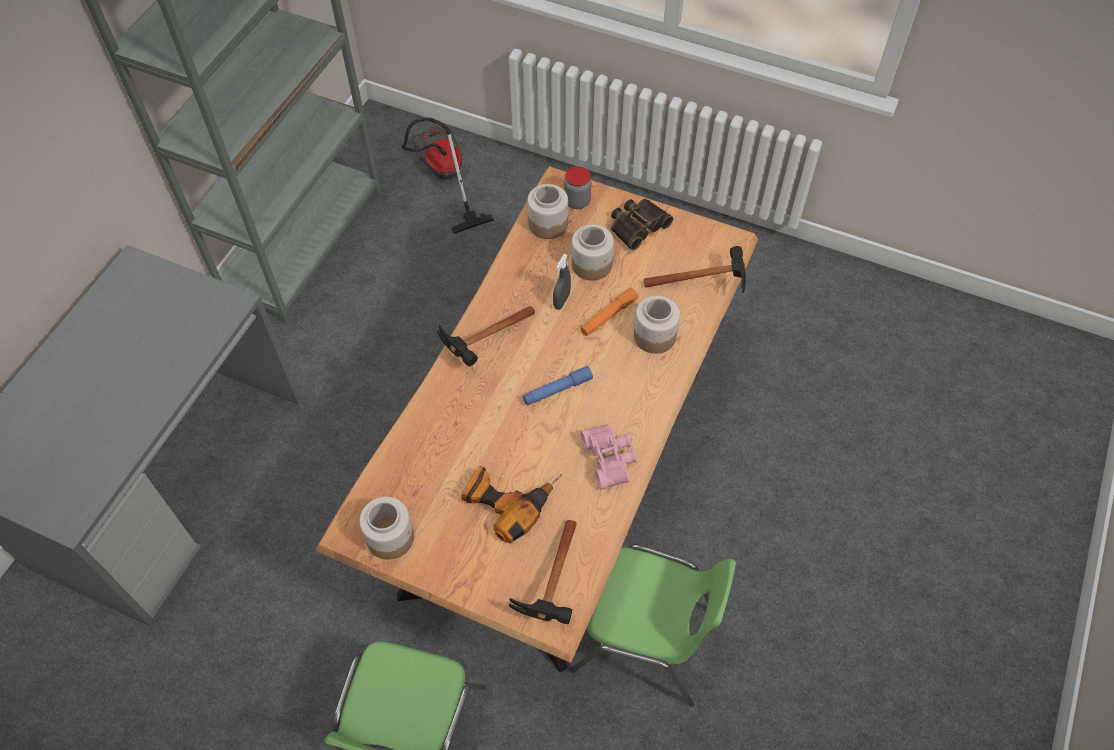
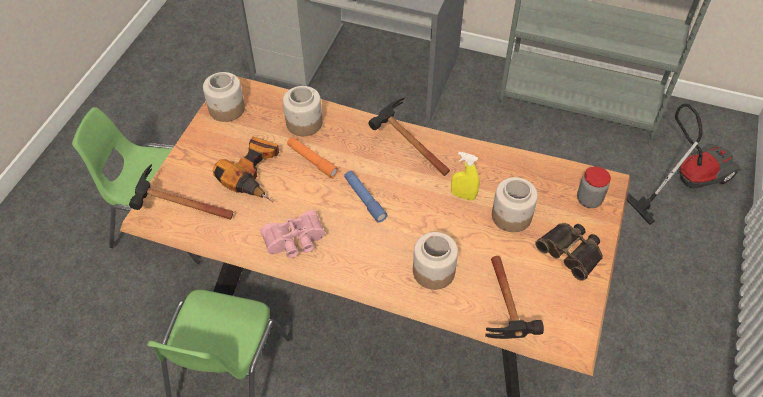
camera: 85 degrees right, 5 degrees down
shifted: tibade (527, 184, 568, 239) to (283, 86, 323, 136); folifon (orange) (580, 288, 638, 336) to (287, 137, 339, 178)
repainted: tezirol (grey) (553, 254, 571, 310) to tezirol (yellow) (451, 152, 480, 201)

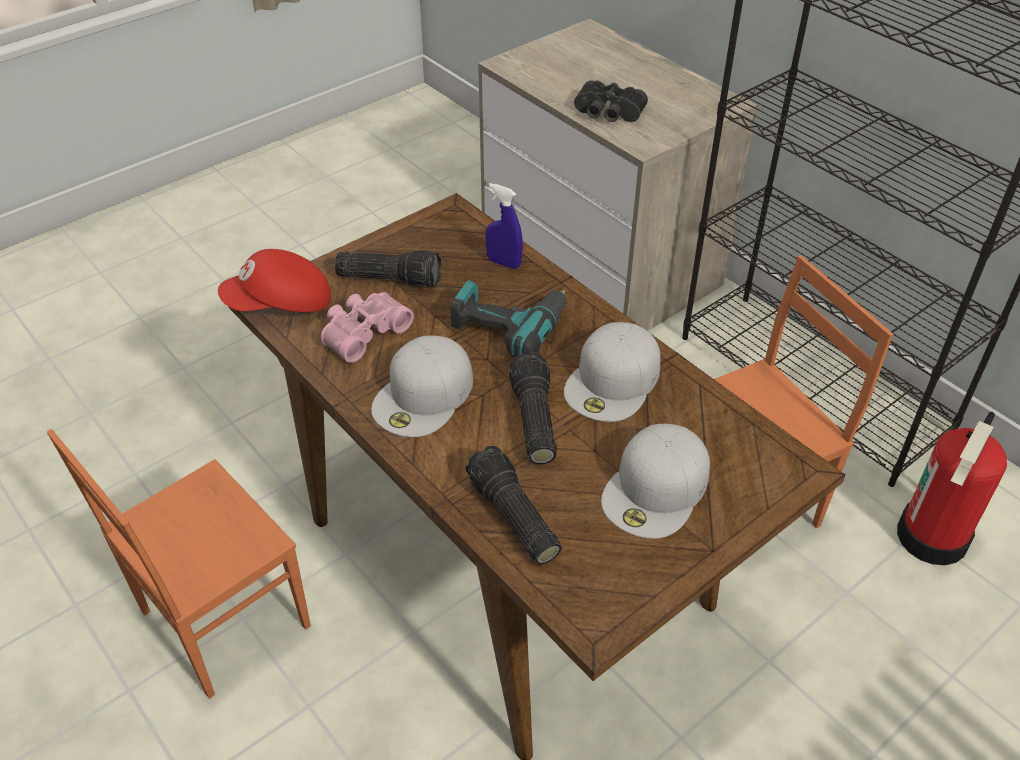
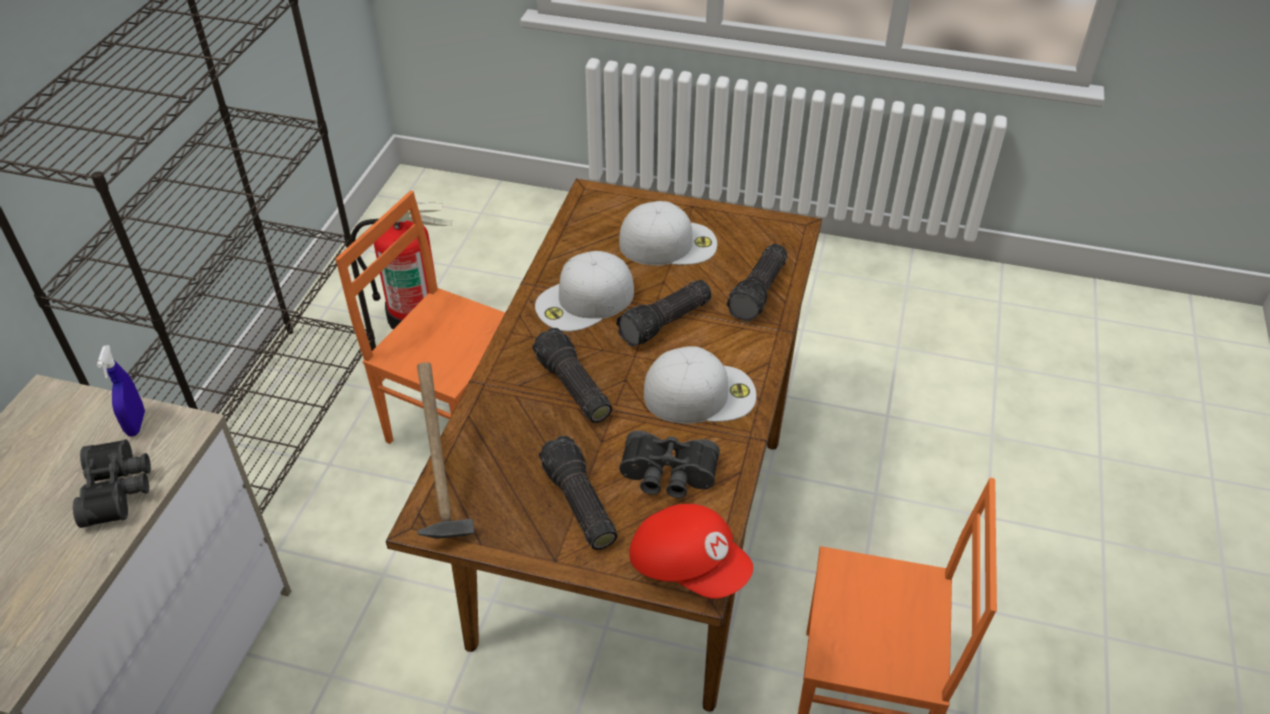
camera: 125 degrees left, 0 degrees up
new: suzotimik (417, 363, 475, 539)
shifted: tezirol (blue) (485, 183, 523, 269) to (97, 345, 145, 436)
swapped: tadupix (450, 280, 567, 358) to folifon (532, 328, 612, 423)
repainted: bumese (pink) (321, 292, 414, 363) to bumese (black) (619, 430, 720, 498)
rotated: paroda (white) (564, 322, 660, 422) = (535, 251, 634, 332) 150 degrees clockwise

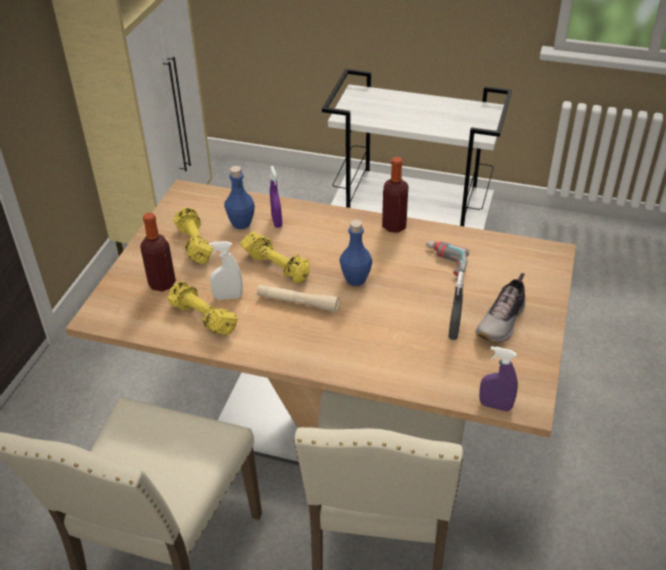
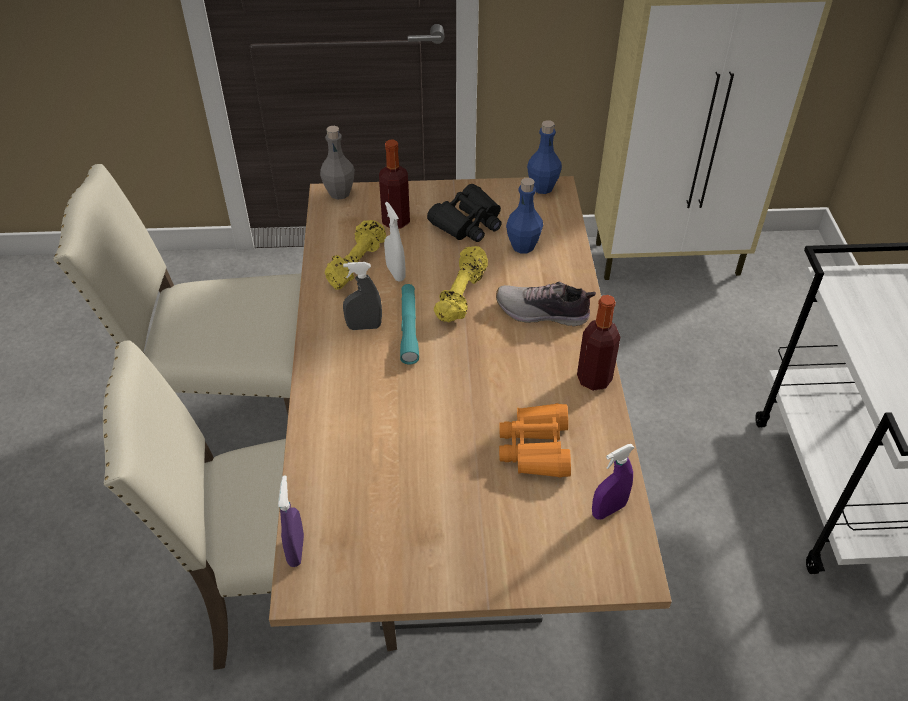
camera: 70 degrees right, 5 degrees up
new: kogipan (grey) (320, 126, 355, 200)
shifted: tezirol (purple) (270, 166, 282, 228) to (592, 444, 635, 520); kogipan (blue) (339, 220, 372, 286) to (527, 120, 562, 194); tezirol (grey) (448, 271, 463, 340) to (343, 262, 382, 330); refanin (476, 273, 525, 343) to (496, 282, 596, 327)
swapped: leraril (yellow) (173, 208, 213, 264) to bumese (black) (427, 184, 502, 242); tadupix (426, 241, 469, 285) to bumese (orange) (499, 403, 571, 478)
repainted: folifon (beige) (257, 284, 339, 312) to folifon (turquoise) (400, 284, 419, 364)

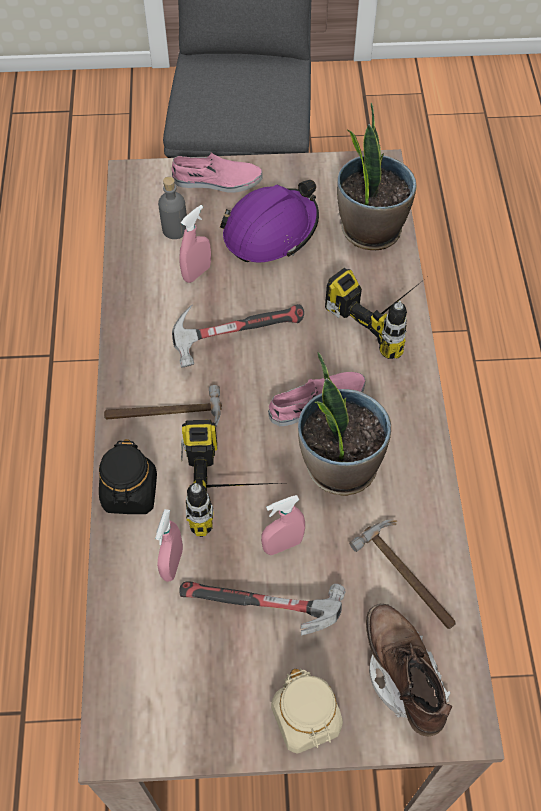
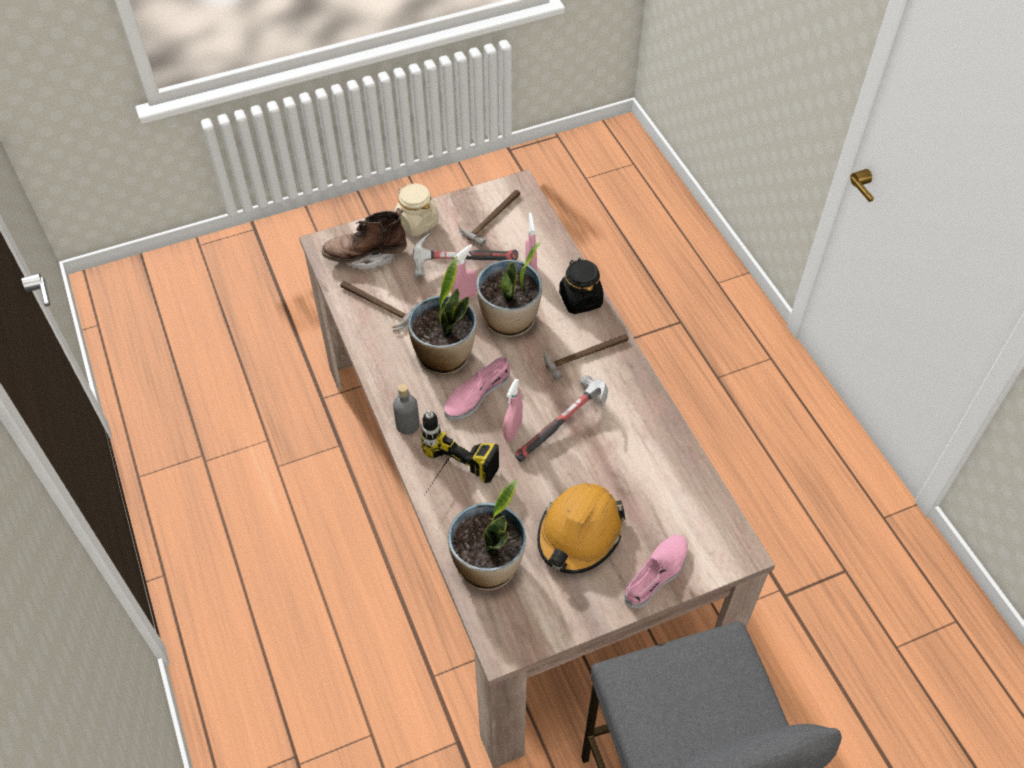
camera: 160 degrees right, 5 degrees down
new: suzotimik (458, 190, 520, 247)
shifted: kogipan (grey) (158, 177, 187, 239) to (393, 383, 420, 435); tezirol (pink) (179, 205, 211, 283) to (503, 379, 523, 441)
swapped: tadupix (181, 420, 280, 537) to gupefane (476, 243, 542, 337)
repainted: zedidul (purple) (220, 180, 319, 262) to zedidul (orange) (537, 483, 625, 574)
rotated: refanin (pink) (172, 152, 263, 193) = (624, 535, 688, 608) 150 degrees clockwise; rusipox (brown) (366, 604, 452, 737) = (322, 208, 407, 269) 120 degrees clockwise

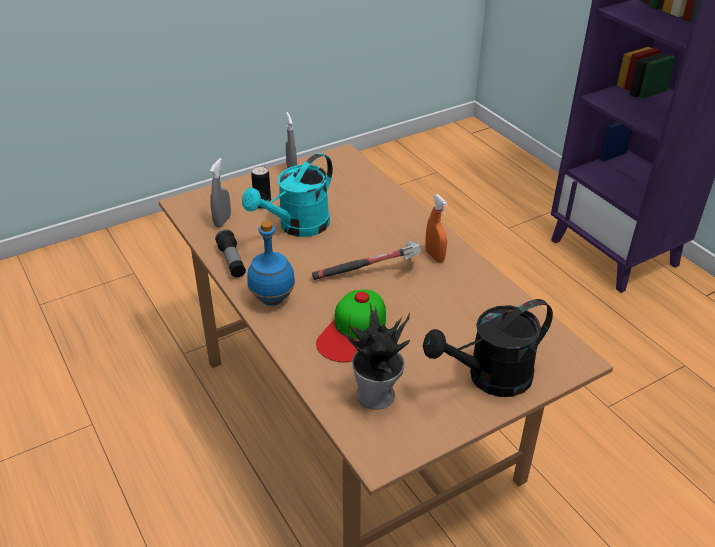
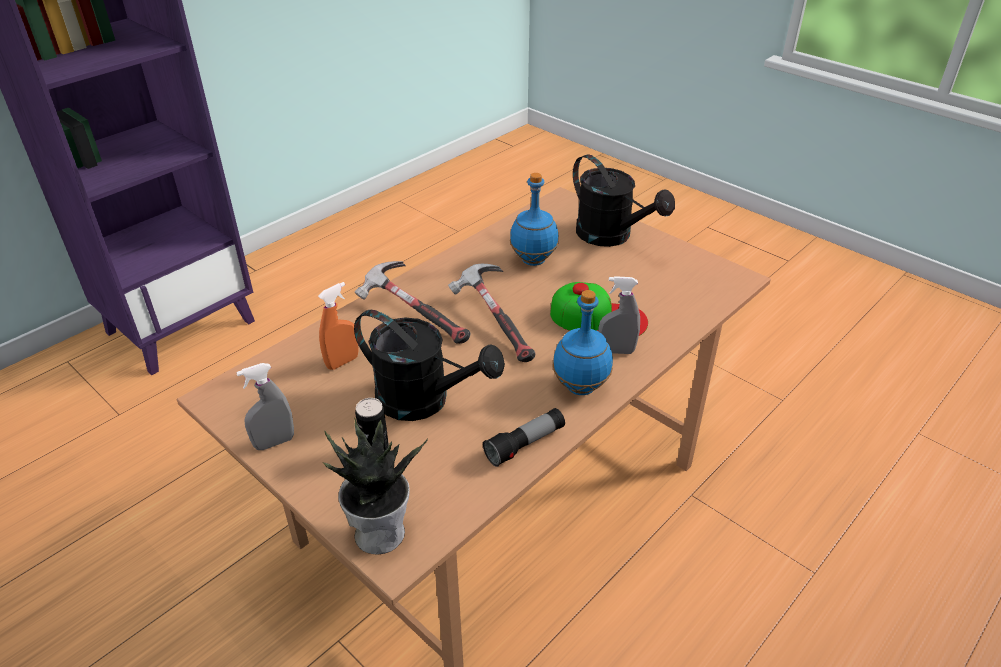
camera: 105 degrees left, 0 degrees up
new: kogipan (blue) (510, 173, 559, 266); suzotimik (355, 261, 470, 344)
shifted: tezirol (grey) (210, 158, 231, 228) to (598, 276, 640, 354); tezirol (orange) (425, 194, 447, 263) to (318, 282, 358, 370); gupefane (337, 302, 410, 409) to (322, 418, 428, 555)
repainted: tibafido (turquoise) (242, 153, 333, 237) to tibafido (black) (354, 310, 505, 421)

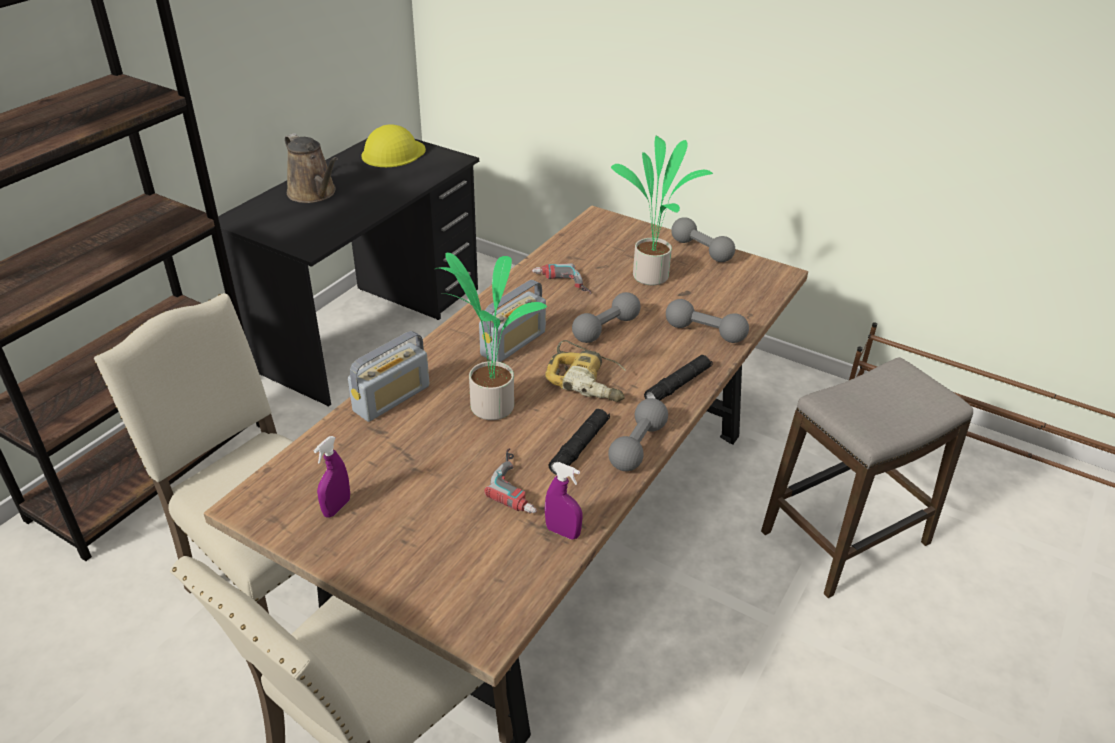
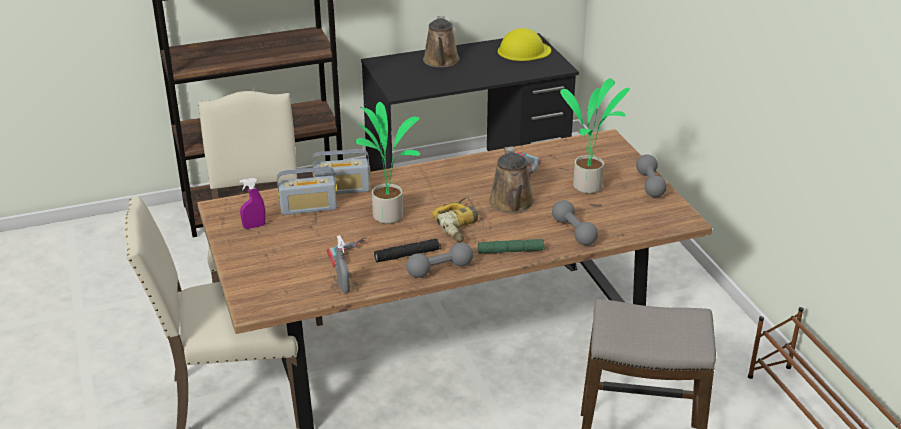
camera: 40 degrees right, 5 degrees down
shifted: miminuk (479, 280, 546, 362) to (277, 166, 337, 215)
swapped: leraril (grey) (572, 292, 641, 343) to tibafido (brown) (489, 146, 534, 213)
repainted: folifon (black) (644, 355, 713, 400) to folifon (green) (478, 239, 545, 254); tezirol (purple) (545, 462, 583, 540) to tezirol (grey) (336, 235, 350, 293)

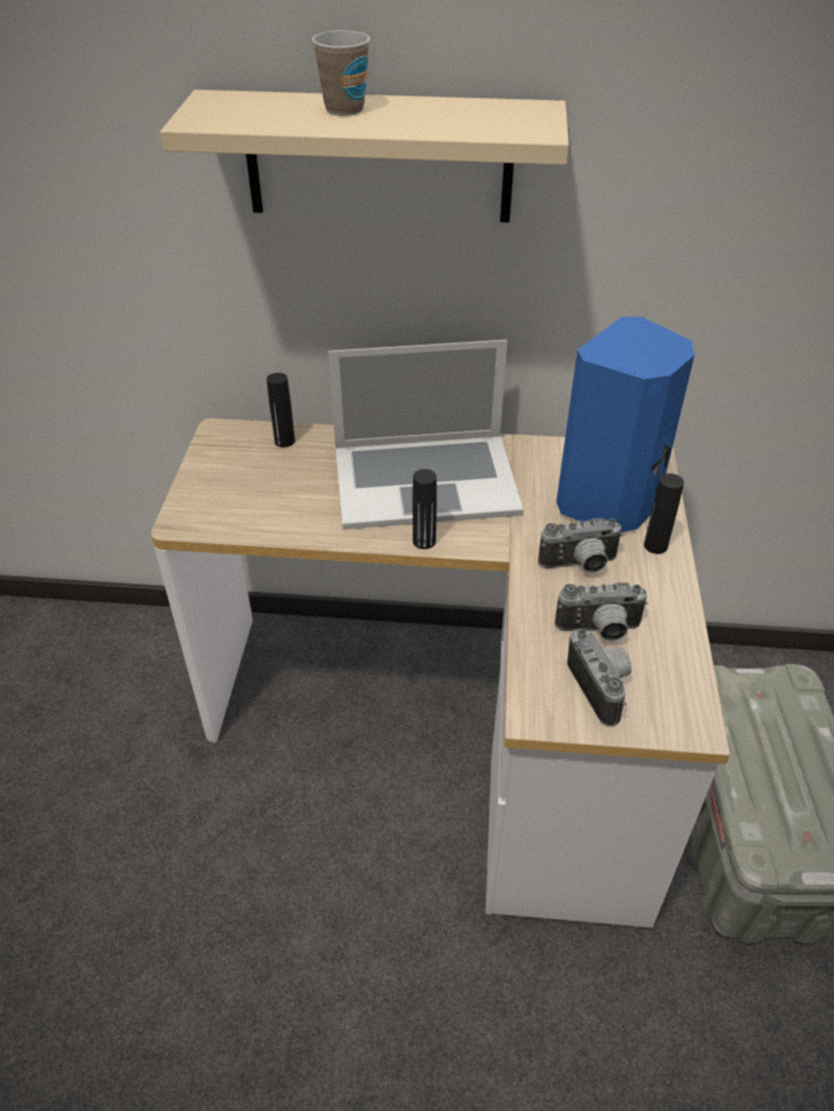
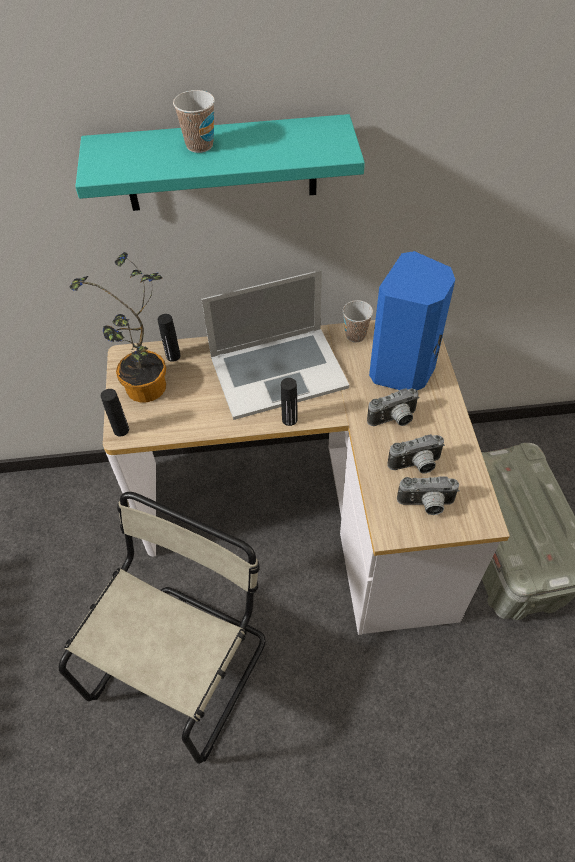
camera: 10 degrees left, 10 degrees up
new: gupefane (69, 252, 166, 402); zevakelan (343, 300, 373, 342); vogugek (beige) (59, 492, 266, 764)
shifted: kogipan (black) (644, 473, 684, 554) to (101, 389, 129, 436)
repainted: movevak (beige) (160, 90, 569, 223) to movevak (turquoise) (75, 114, 365, 211)
rotated: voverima (567, 629, 632, 726) = (397, 476, 460, 515) 120 degrees clockwise

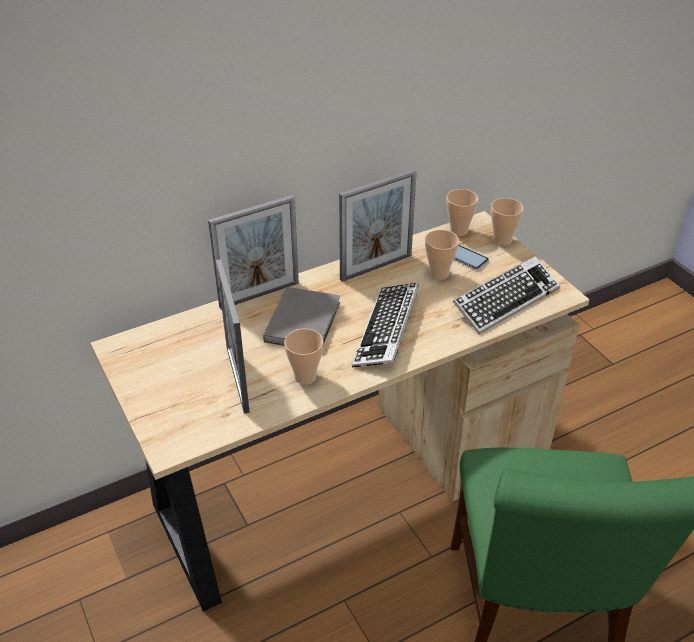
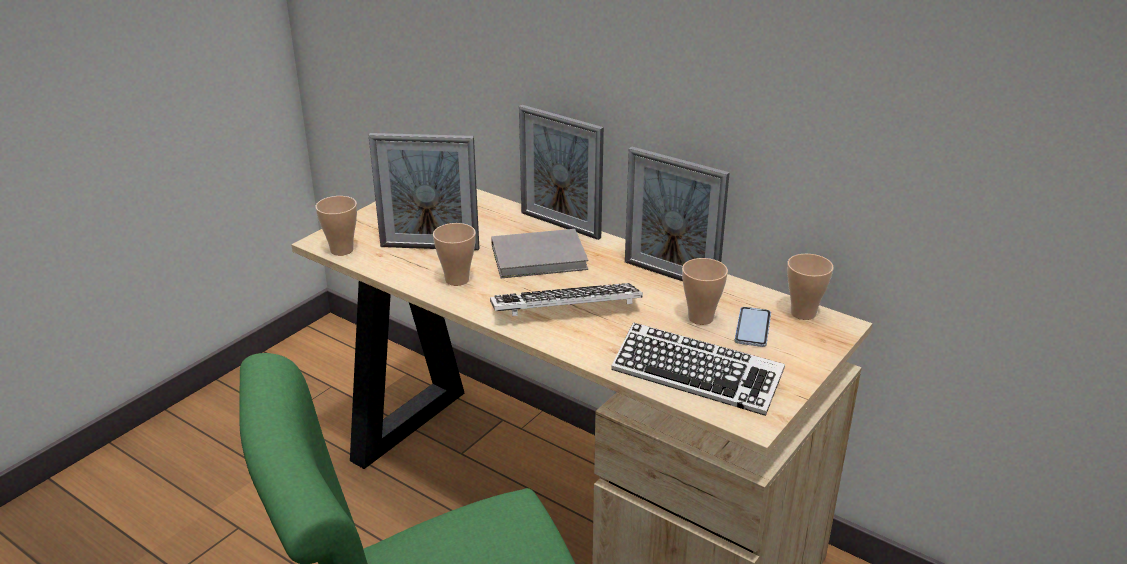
camera: 65 degrees right, 10 degrees down
shifted: zevakelan (491, 198, 524, 246) to (315, 196, 357, 256)
rotated: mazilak (216, 259, 250, 414) = (369, 133, 479, 251) 135 degrees counterclockwise

